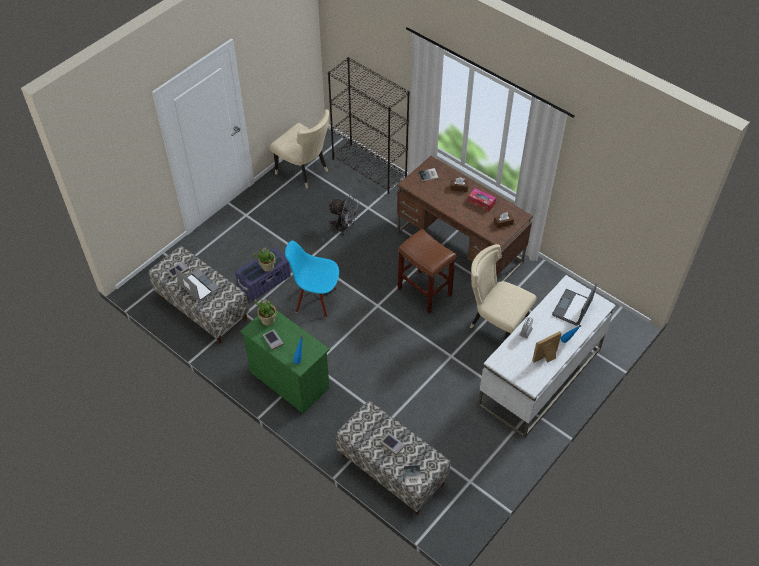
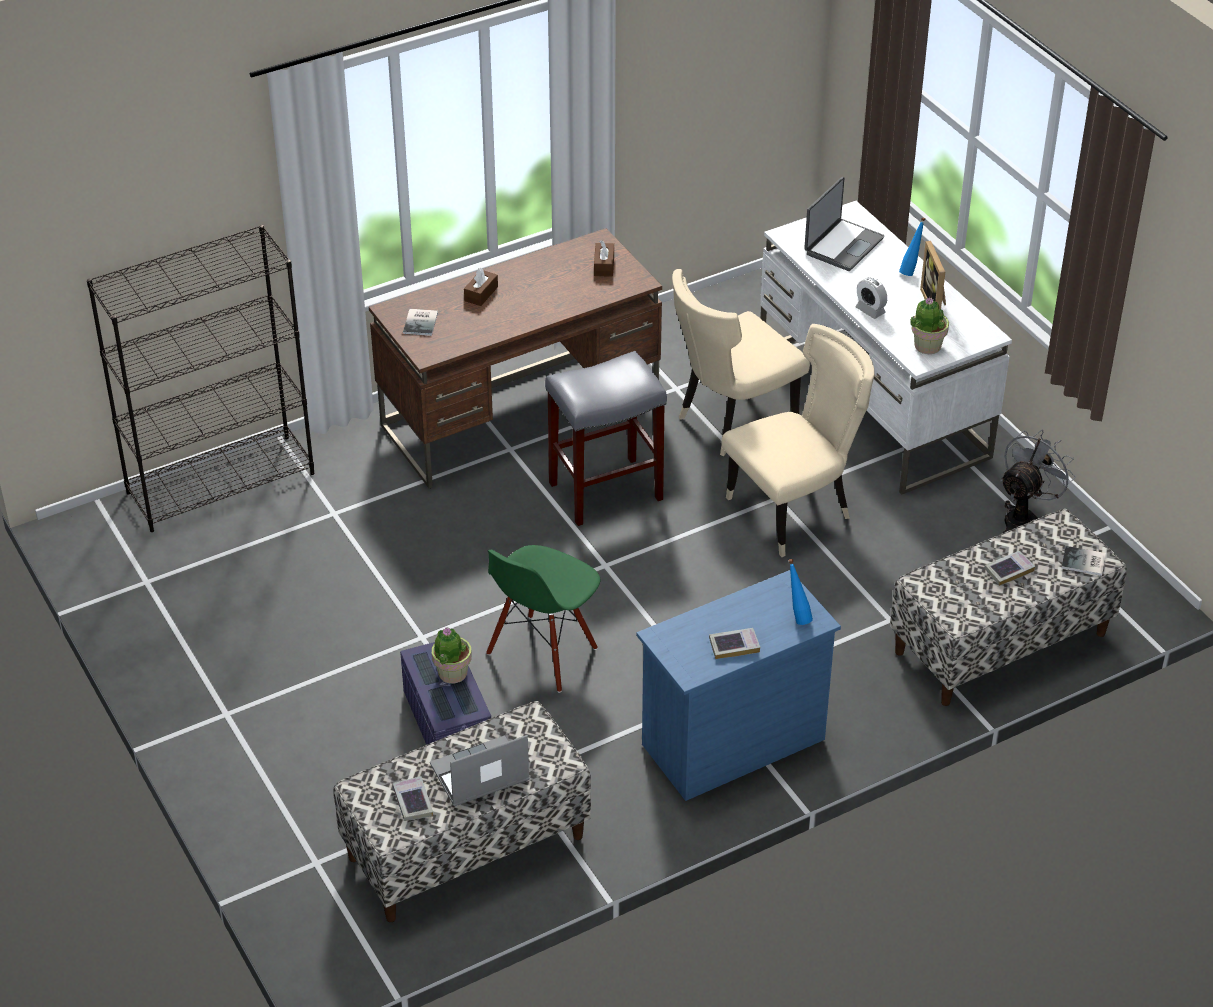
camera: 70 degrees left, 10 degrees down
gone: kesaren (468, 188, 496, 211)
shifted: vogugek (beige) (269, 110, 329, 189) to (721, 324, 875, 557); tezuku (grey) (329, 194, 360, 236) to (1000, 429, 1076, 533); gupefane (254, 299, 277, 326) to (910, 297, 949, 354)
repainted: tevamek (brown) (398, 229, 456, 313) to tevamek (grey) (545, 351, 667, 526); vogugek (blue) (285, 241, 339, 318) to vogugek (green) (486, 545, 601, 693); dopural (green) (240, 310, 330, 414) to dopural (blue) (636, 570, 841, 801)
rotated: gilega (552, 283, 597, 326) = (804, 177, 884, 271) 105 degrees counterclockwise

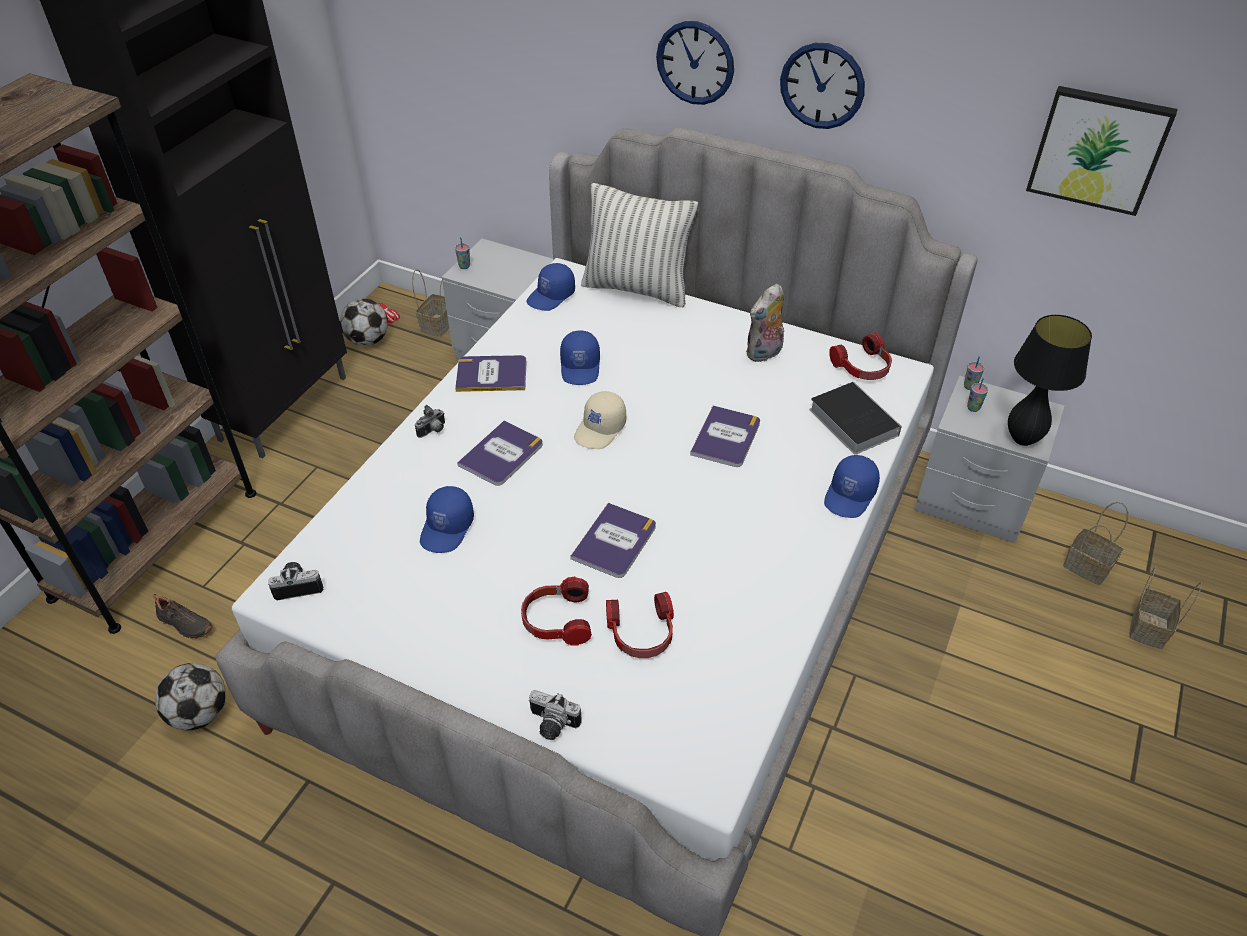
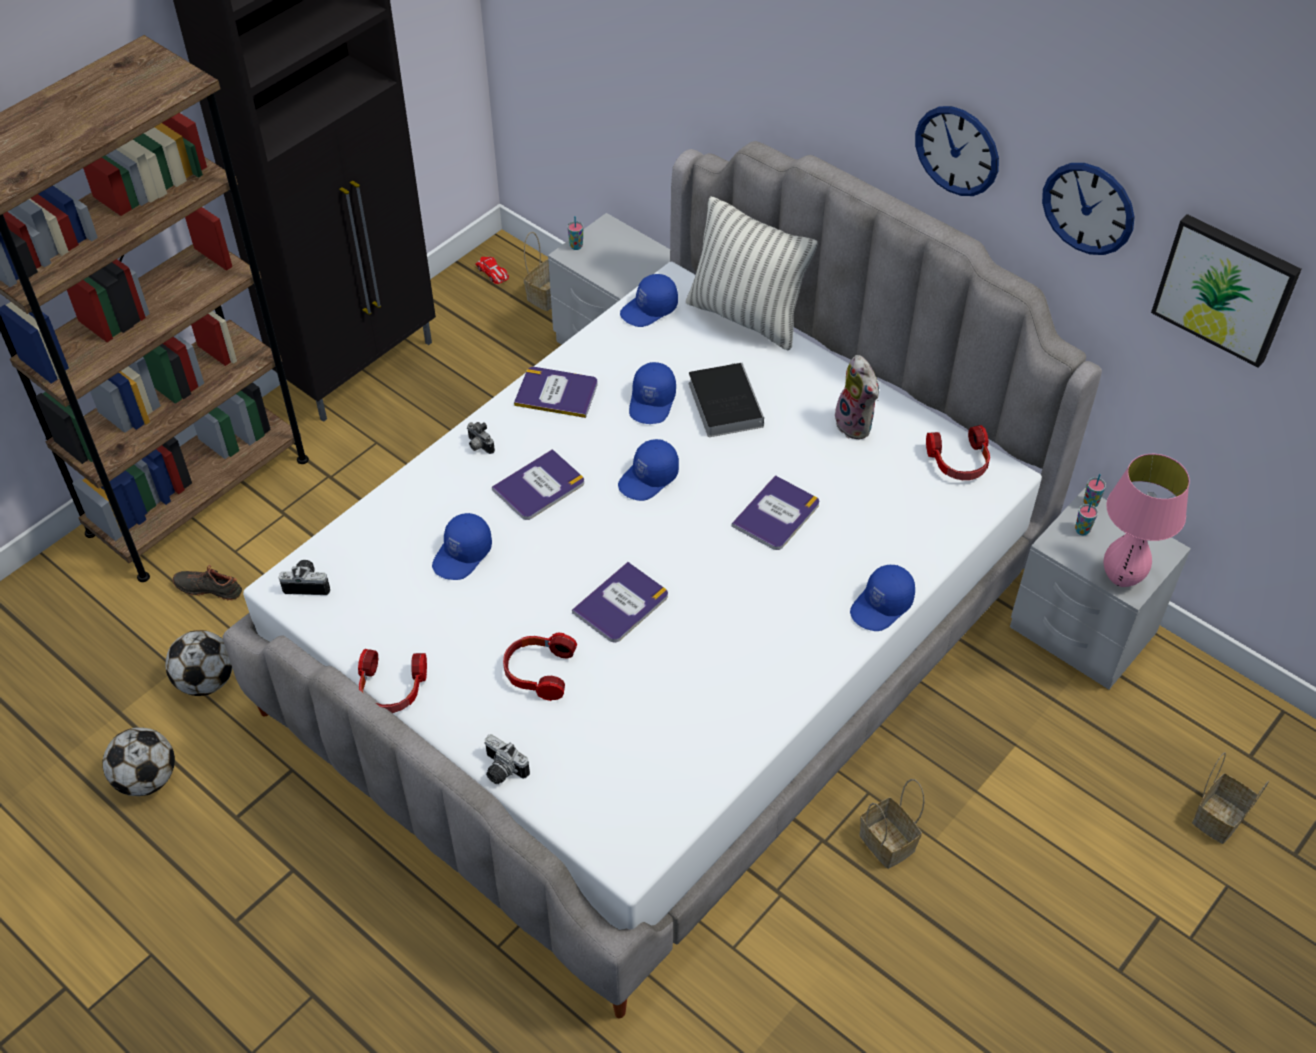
camera: 15 degrees right, 5 degrees up
shifted: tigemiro (656, 21, 734, 105) to (1042, 163, 1135, 255); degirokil (340, 299, 388, 346) to (102, 727, 175, 796); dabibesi (809, 382, 902, 455) to (689, 363, 764, 437); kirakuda (1063, 502, 1128, 585) to (859, 779, 925, 869); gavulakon (606, 592, 674, 658) to (358, 649, 427, 713)
repainted: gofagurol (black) (1008, 315, 1092, 446) to gofagurol (pink) (1104, 454, 1190, 587); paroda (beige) (574, 391, 626, 449) to paroda (blue) (618, 439, 679, 501)
rotated: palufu (746, 284, 784, 362) = (835, 355, 879, 439) 90 degrees counterclockwise; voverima (415, 405, 445, 438) = (467, 422, 495, 454) 75 degrees clockwise; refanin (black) (153, 594, 213, 639) = (173, 565, 242, 601) 150 degrees clockwise

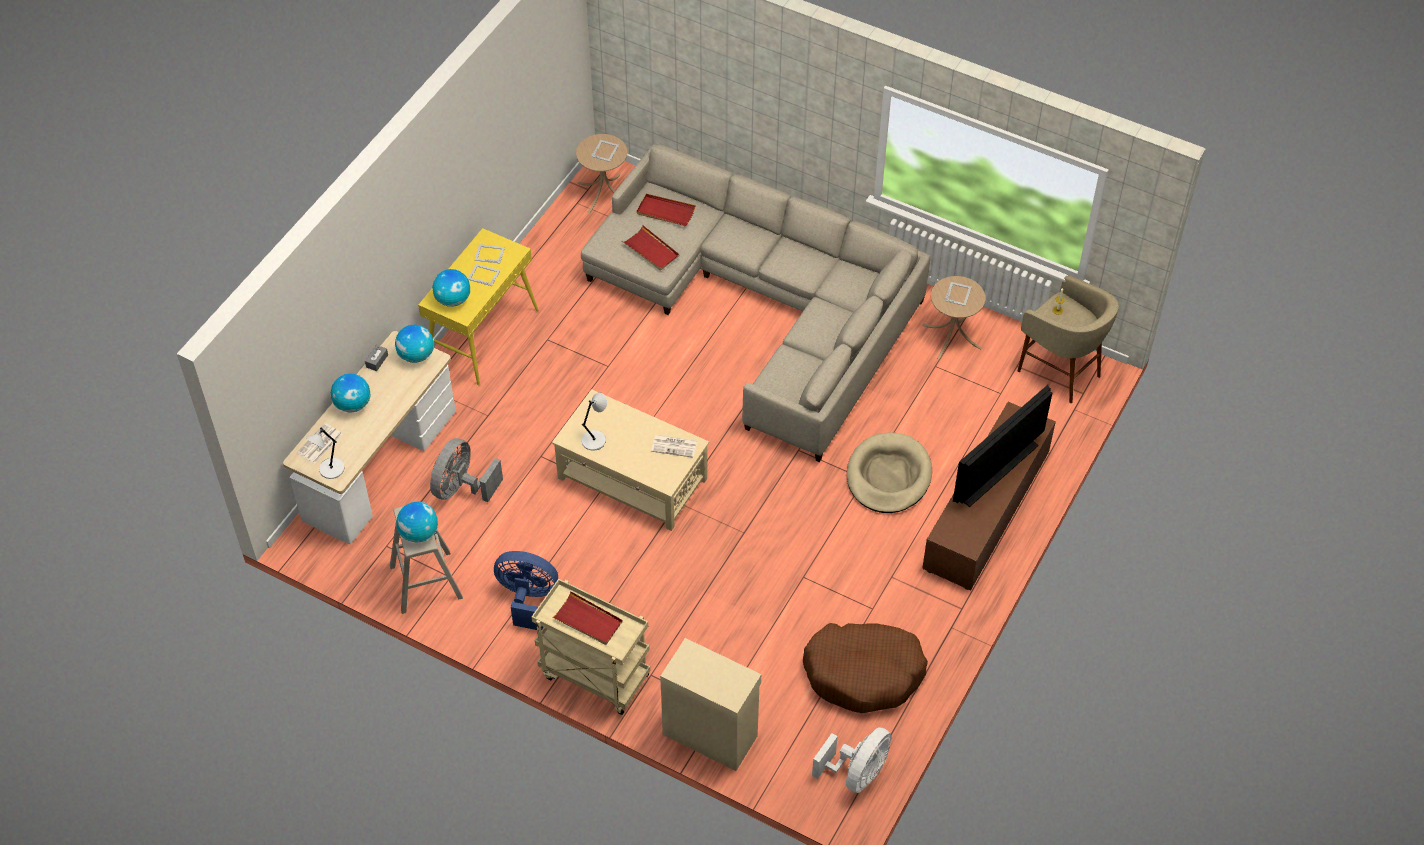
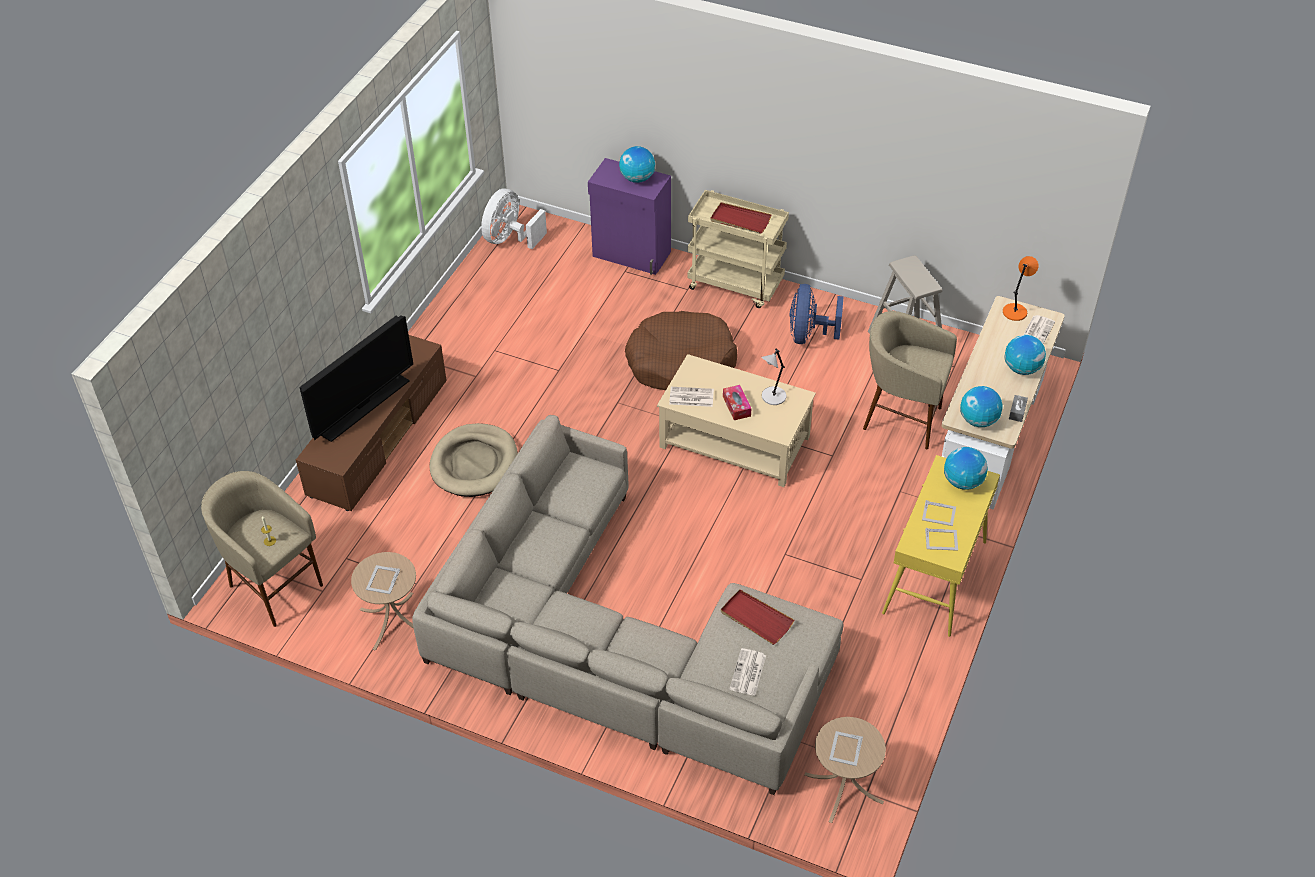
camera: 175 degrees right, 5 degrees down
new: kesaren (723, 385, 751, 420)
shifted: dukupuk (397, 502, 438, 543) to (619, 146, 655, 183); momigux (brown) (803, 623, 928, 713) to (625, 311, 737, 390)
swapped: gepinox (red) (637, 194, 696, 226) to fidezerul (729, 648, 766, 696); tezuku (grey) (430, 438, 503, 502) to tevamek (beige) (863, 311, 957, 449)
repainted: gofagurol (grey) (306, 428, 344, 479) to gofagurol (orange) (1003, 256, 1039, 321); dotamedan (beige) (660, 638, 761, 771) to dotamedan (purple) (588, 158, 671, 275)
rotated: tezuku (blue) (494, 551, 558, 630) = (789, 284, 844, 344) 90 degrees clockwise

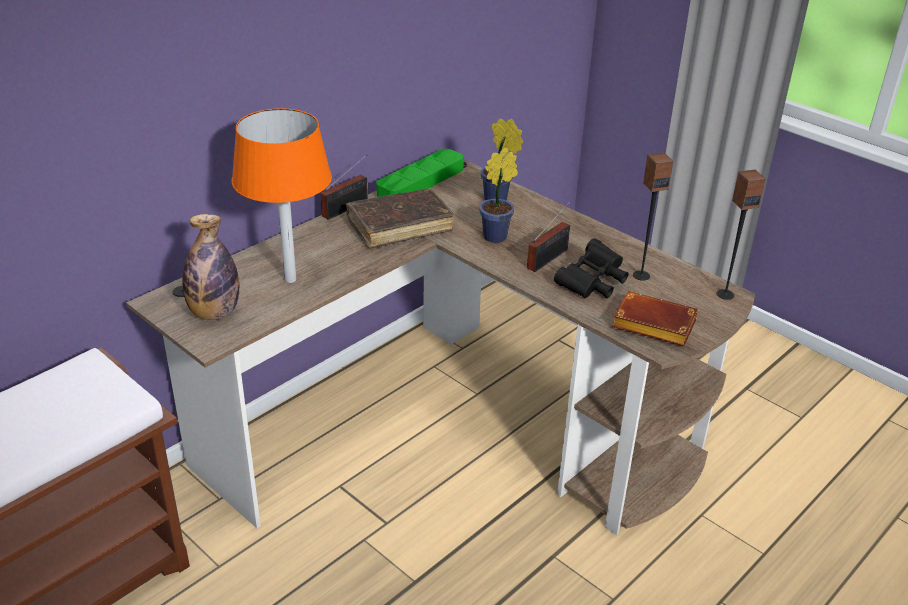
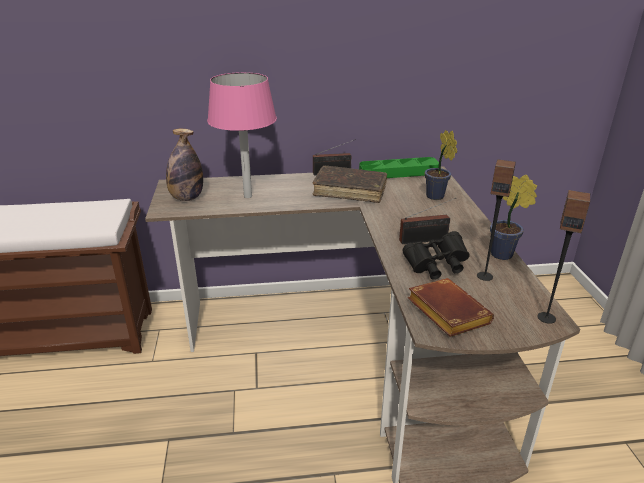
camera: 40 degrees right, 5 degrees down
shifted: gupefane (479, 148, 518, 243) to (490, 175, 537, 260)
repainted: gofagurol (orange) (232, 108, 332, 283) to gofagurol (pink) (207, 72, 277, 198)

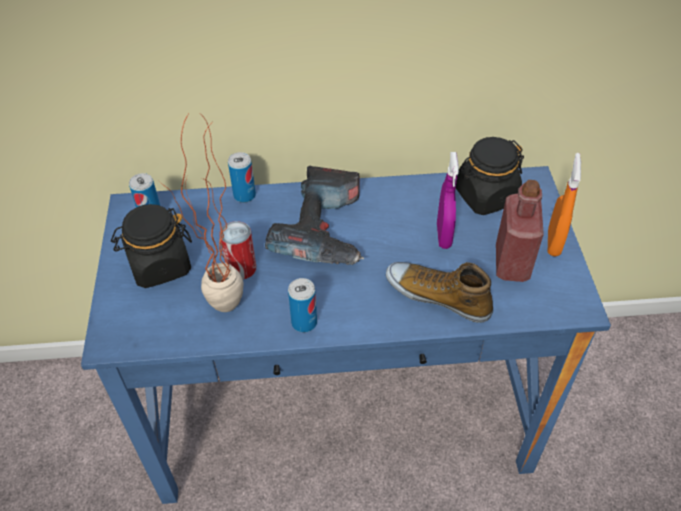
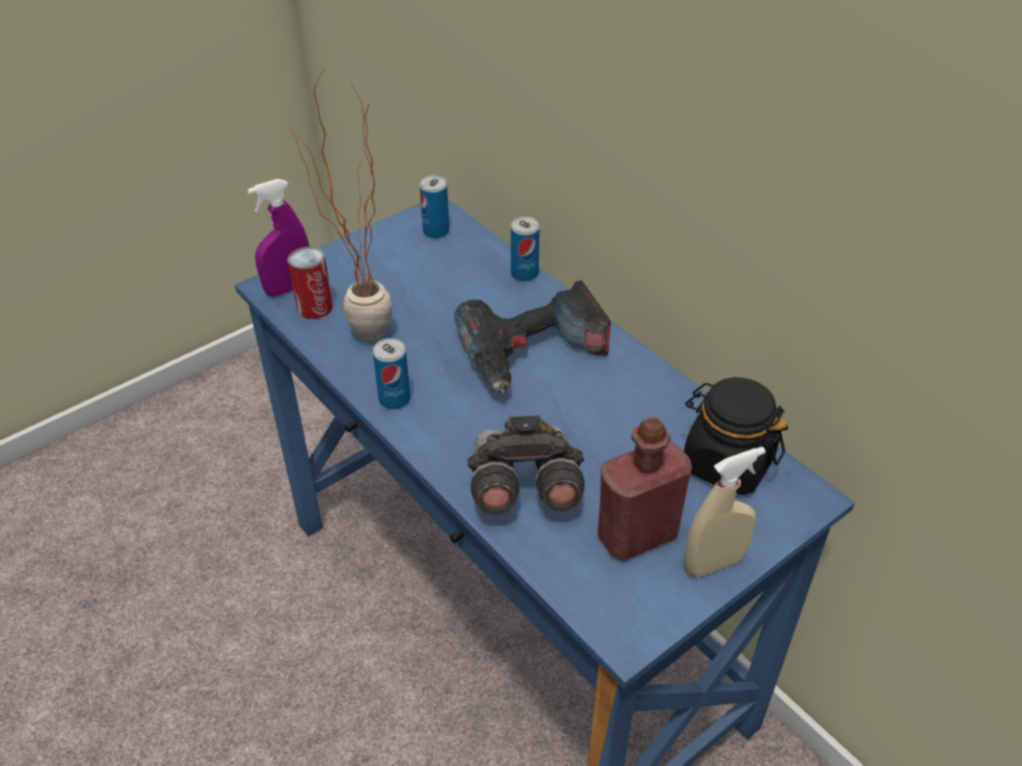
camera: 55 degrees right, 5 degrees down
gone: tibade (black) (111, 204, 192, 288)
shifted: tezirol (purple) (437, 152, 459, 249) to (247, 179, 310, 296); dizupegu (219, 221, 256, 280) to (288, 247, 333, 319)
swapped: refanin (386, 262, 493, 323) to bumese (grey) (468, 416, 585, 515)
repainted: tezirol (orange) (548, 153, 581, 256) to tezirol (beige) (685, 447, 766, 577)

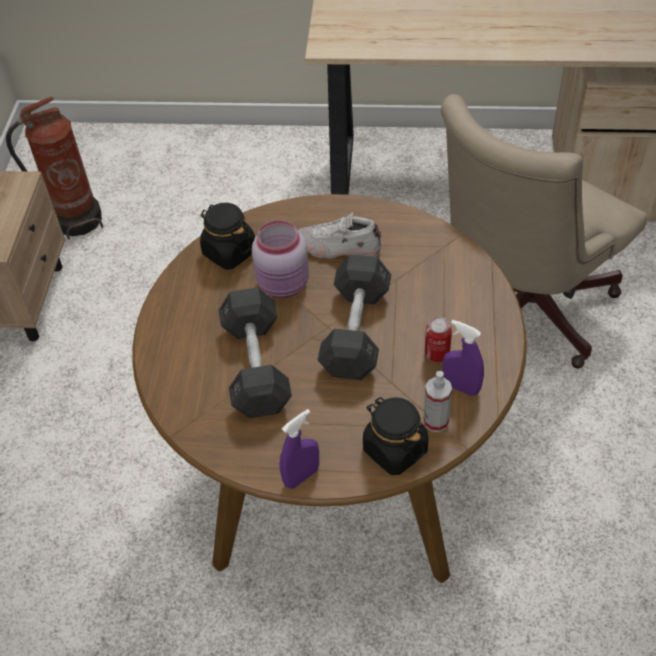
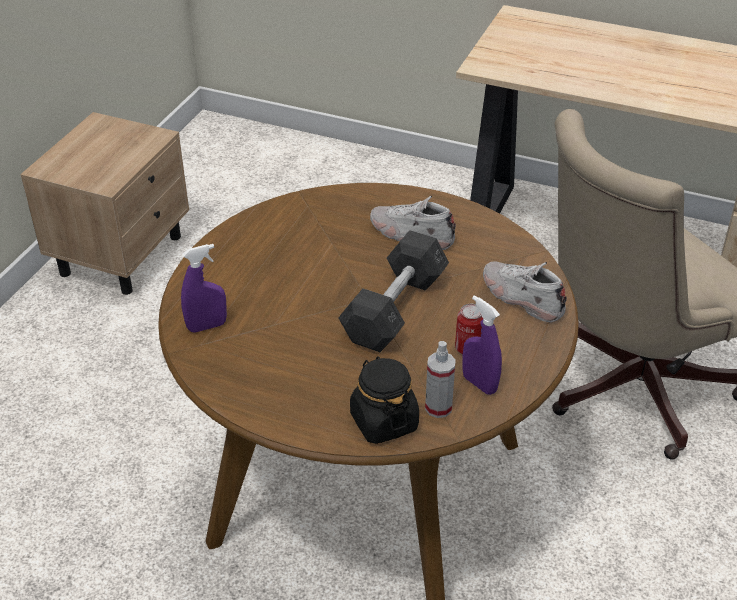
camera: 15 degrees right, 10 degrees down
gone: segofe (6, 97, 103, 239); tibade (black) (200, 203, 255, 270); tibade (pink) (252, 220, 309, 298); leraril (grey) (219, 287, 292, 418)
new: refanin (white) (483, 261, 567, 322)
shifted: tezirol (purple) (280, 409, 319, 489) to (181, 244, 227, 333)

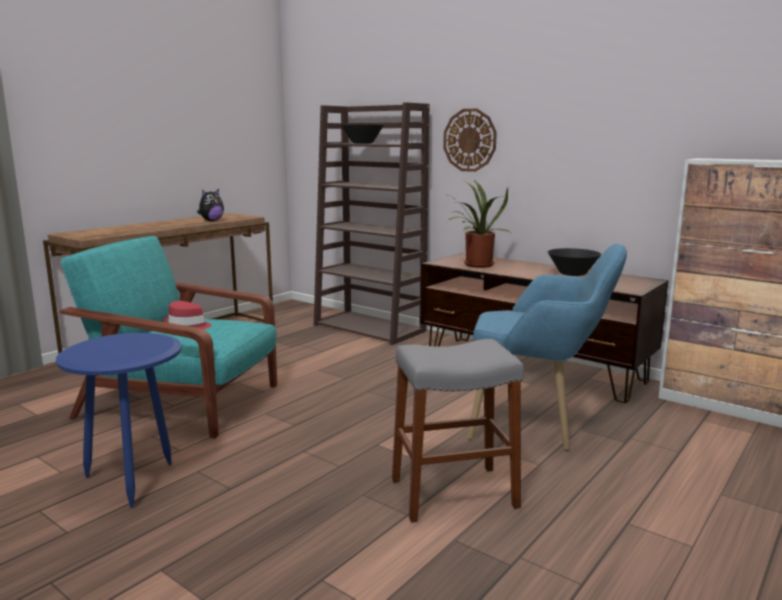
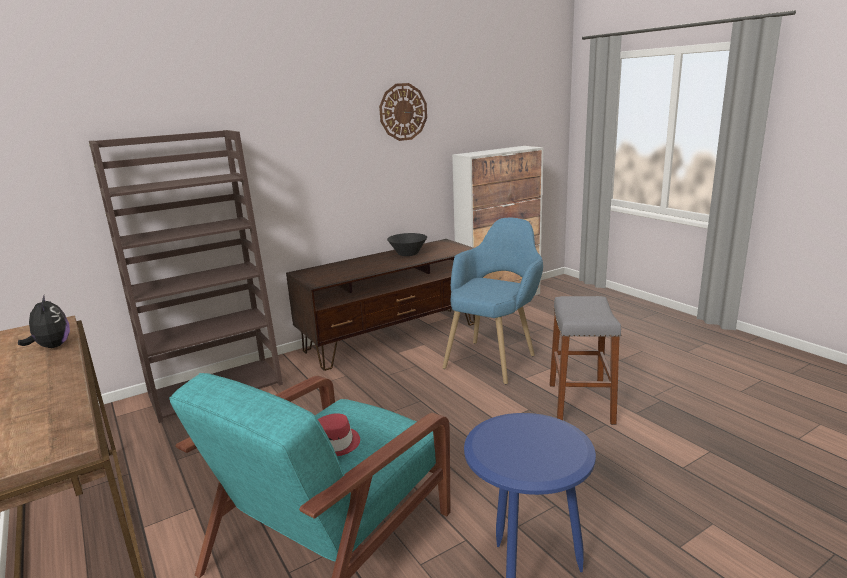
camera: 70 degrees left, 5 degrees up
gone: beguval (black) (341, 125, 384, 144); gupefane (448, 179, 510, 268)
shifted: tigemiro (443, 109, 497, 172) to (379, 83, 427, 141)

